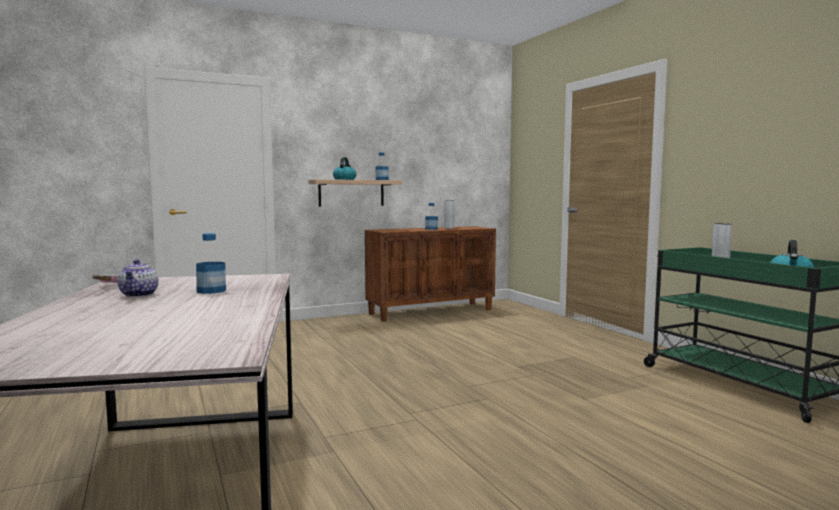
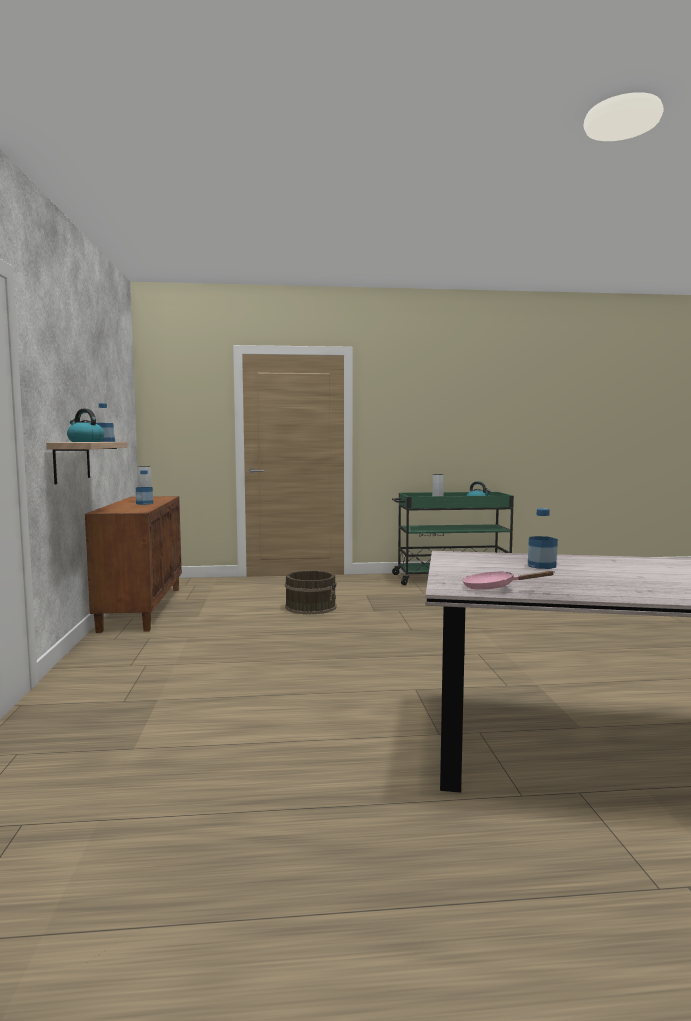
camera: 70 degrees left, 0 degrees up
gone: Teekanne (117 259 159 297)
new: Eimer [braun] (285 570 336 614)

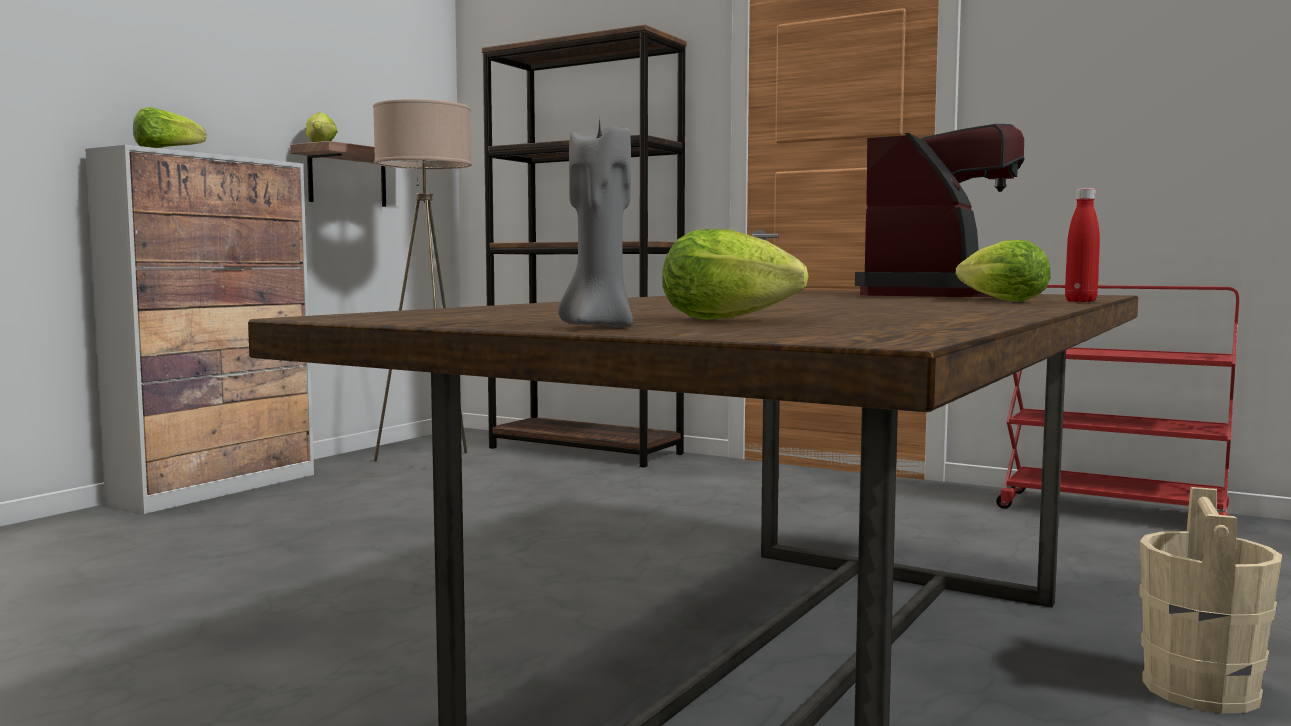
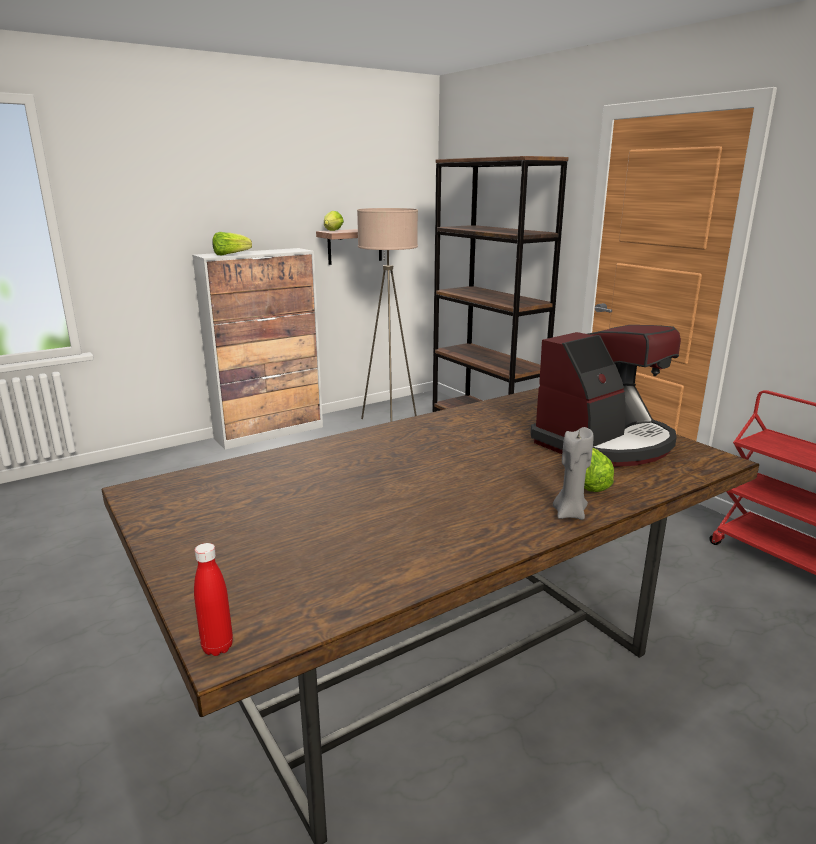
camera: 25 degrees right, 15 degrees up
gone: Salatkopf (662 229 809 320); Eimer [beige] (1139 487 1282 713)
shifted: Kerze [grau] (558 117 633 328) to (553 427 594 520); Flasche [rot] (1065 188 1100 302) to (194 543 233 656)

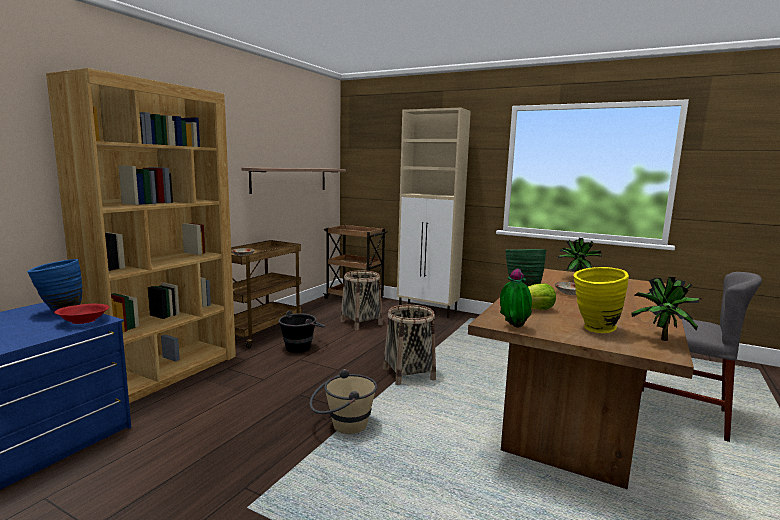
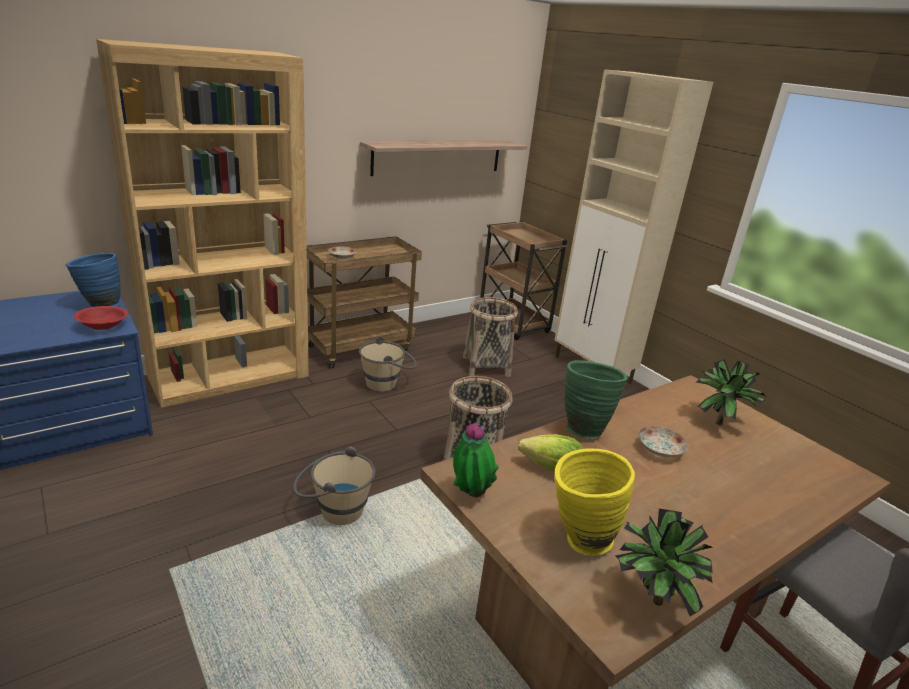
camera: 25 degrees right, 15 degrees up
repainted: Eimer [schwarz] (279 311 325 353) to Eimer [beige] (359 336 417 392)

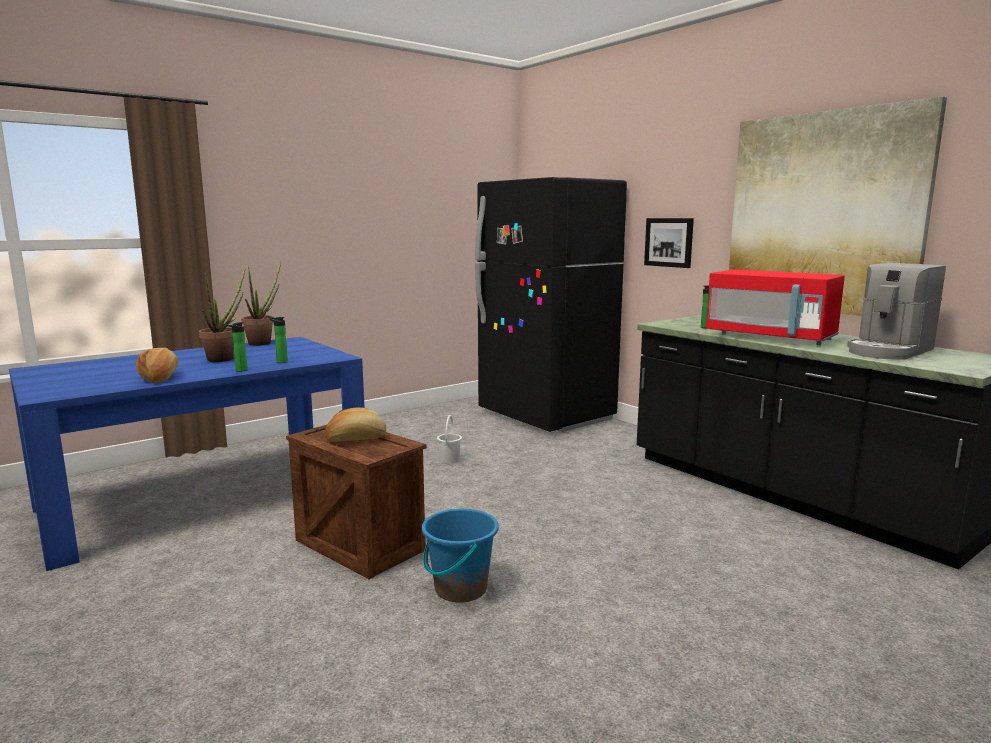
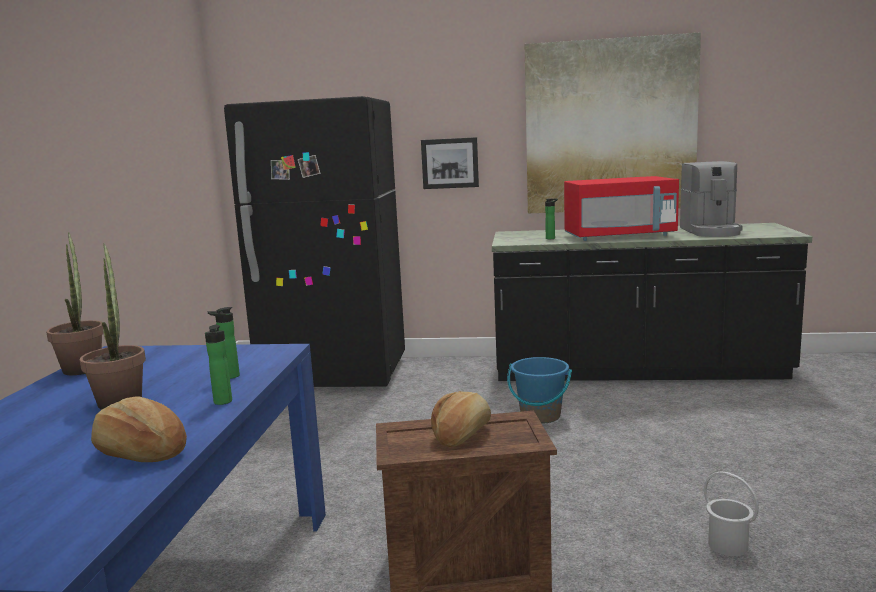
camera: 45 degrees left, 0 degrees up
shifted: Eimer [blau] (422 509 499 603) to (507 357 572 424); Eimer [weiß] (437 415 462 463) to (704 472 759 556)

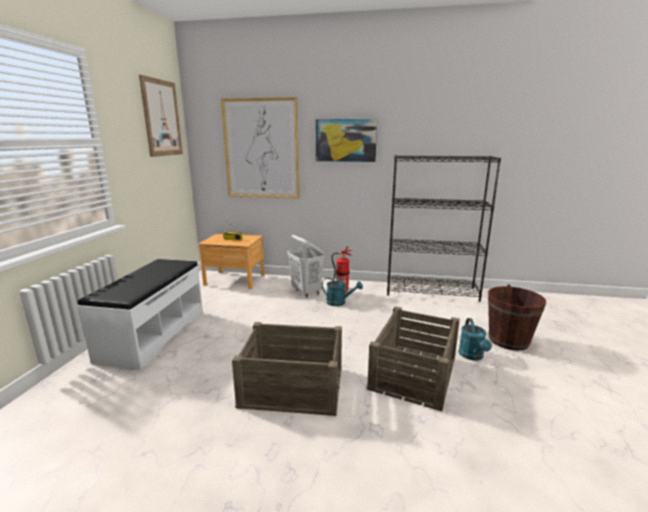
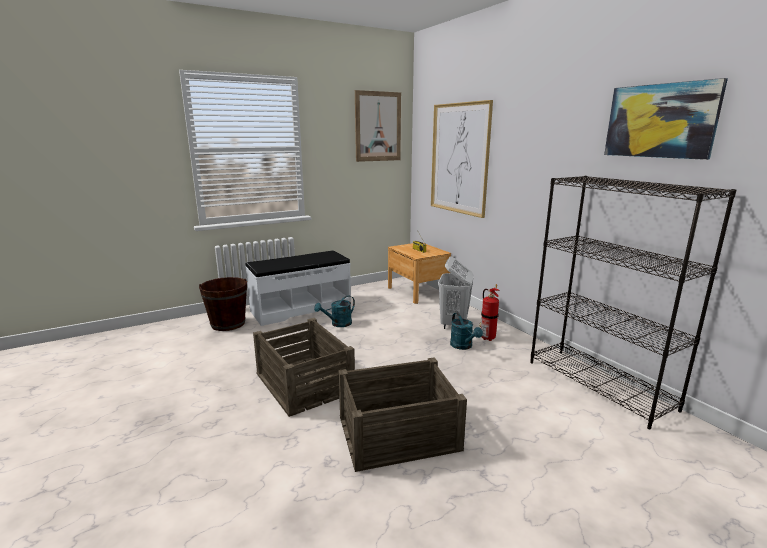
camera: 50 degrees right, 0 degrees up
shifted: Bild (316 119 377 162) to (604 78 728 160); Gießkanne [türkis] (458 318 492 361) to (314 295 355 327); Eimer [braun] (488 284 546 350) to (199 277 247 331)

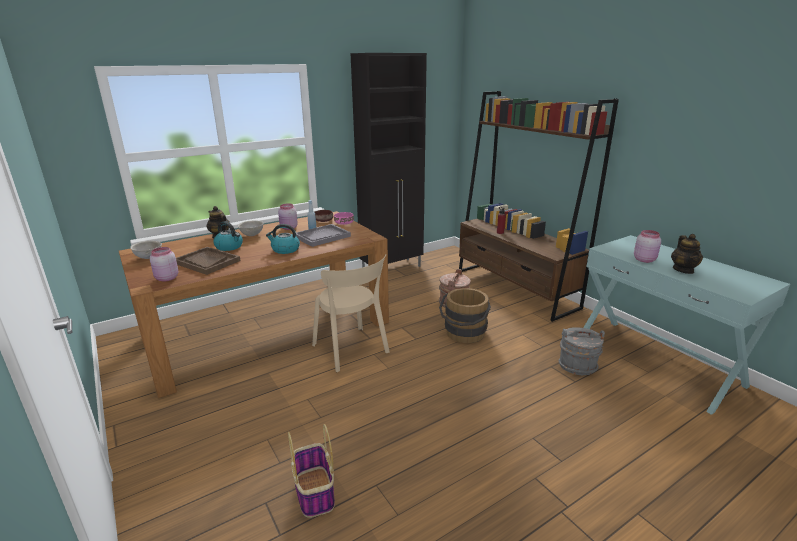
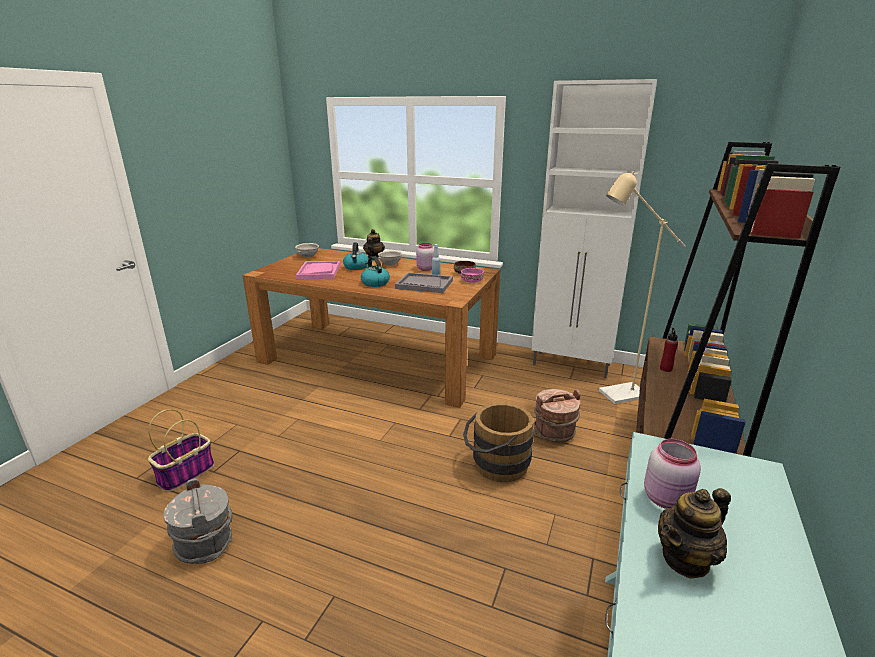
camera: 55 degrees right, 0 degrees up
gone: Vorratsglas [rosa] (150 247 178 282); Stuhl [beige] (312 254 390 372)
new: Stehlampe [beige] (599 171 685 404)
shifted: Eimer [grau] (559 327 605 375) to (163 478 232 564)
repainted: Tablett [braun] (176 247 240 275) to Tablett [rosa] (296 261 340 279); Schrank [schwarz] (350 53 427 268) to Schrank [weiß] (531 79 657 378)

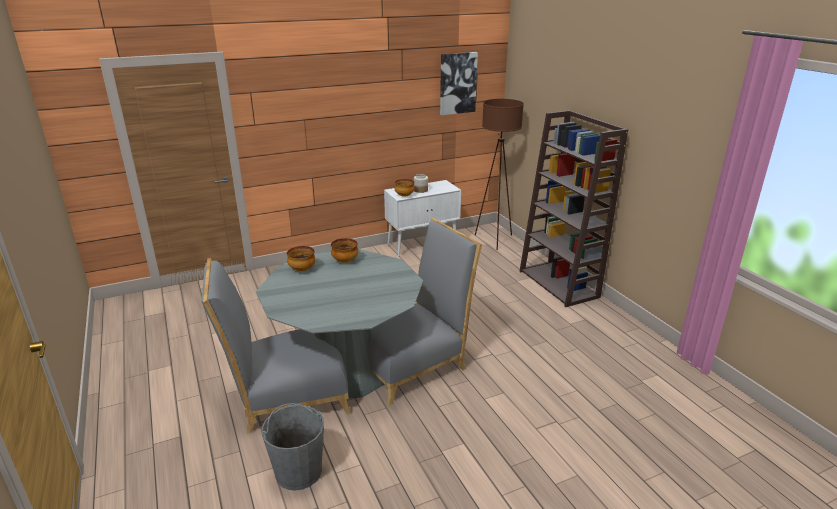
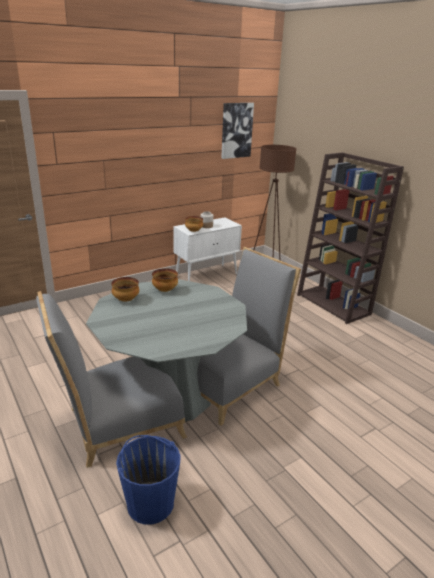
camera: 10 degrees left, 0 degrees up
repainted: Eimer [grau] (261 403 324 490) to Eimer [blau] (116 435 181 525)

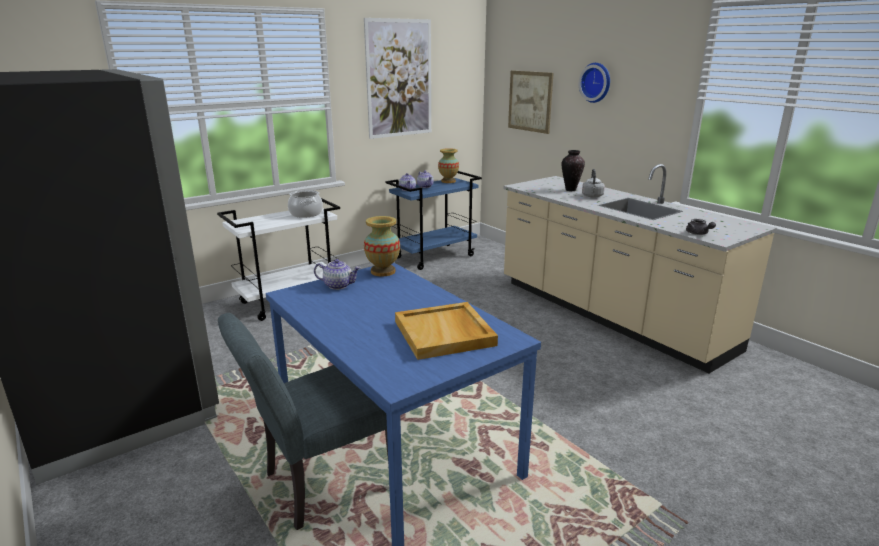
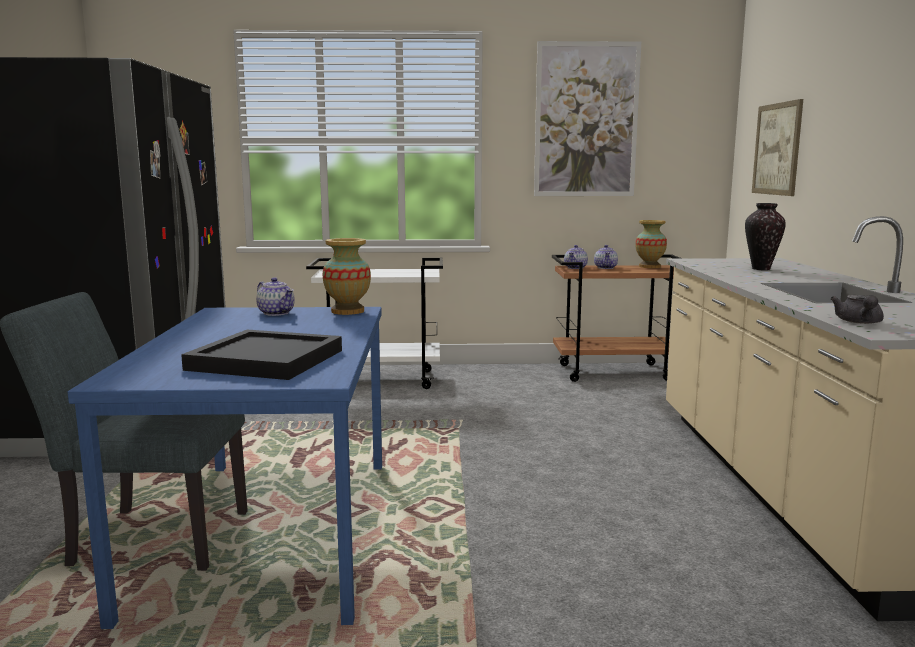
camera: 35 degrees right, 10 degrees down
gone: Kochtopf (288 190 323 218); Wanduhr (579 63 610 103); Wasserkessel [grau] (582 169 605 198)
repainted: Rollwagen [blau] (386 171 482 270) to Rollwagen [braun] (552 254 683 382); Tablett [beige] (395 302 498 360) to Tablett [schwarz] (181 330 342 380)

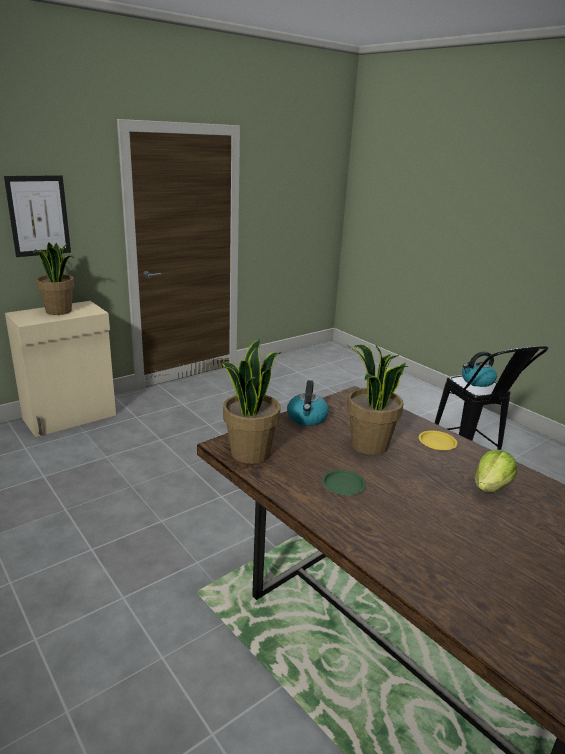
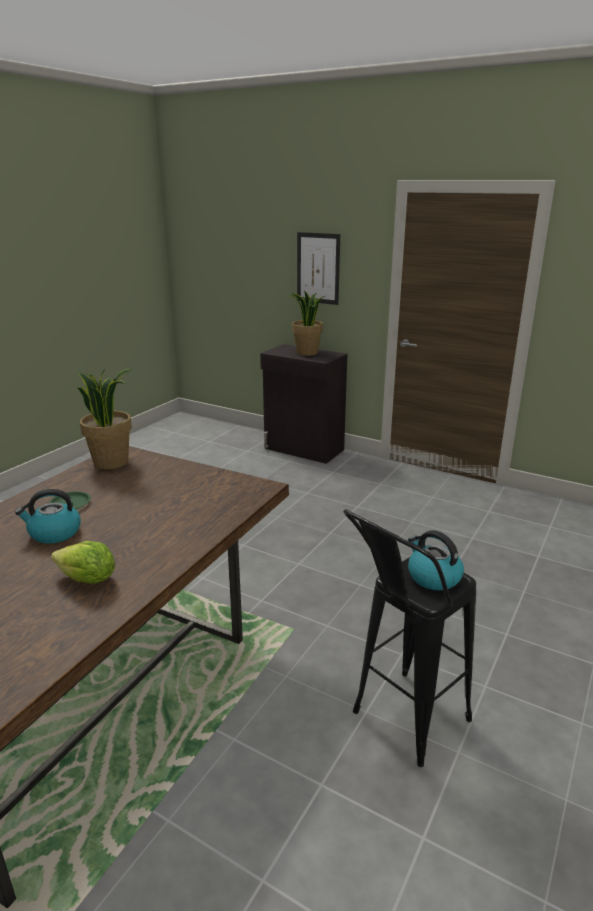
camera: 70 degrees right, 0 degrees up
gone: Topfpflanze (346 344 408 455); Teller [gelb] (419 430 458 451)
shifted: Wasserkessel (287 380 329 426) to (15 489 81 544)
repainted: Schrank [beige] (5 301 116 437) to Schrank [schwarz] (260 344 347 464)

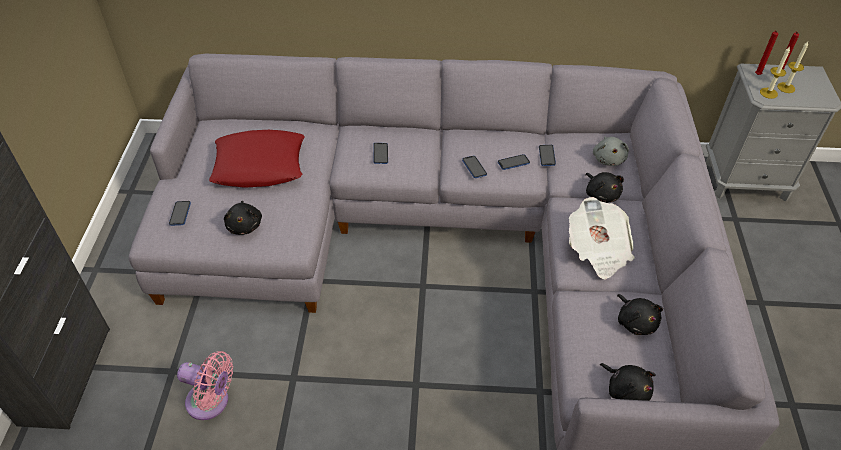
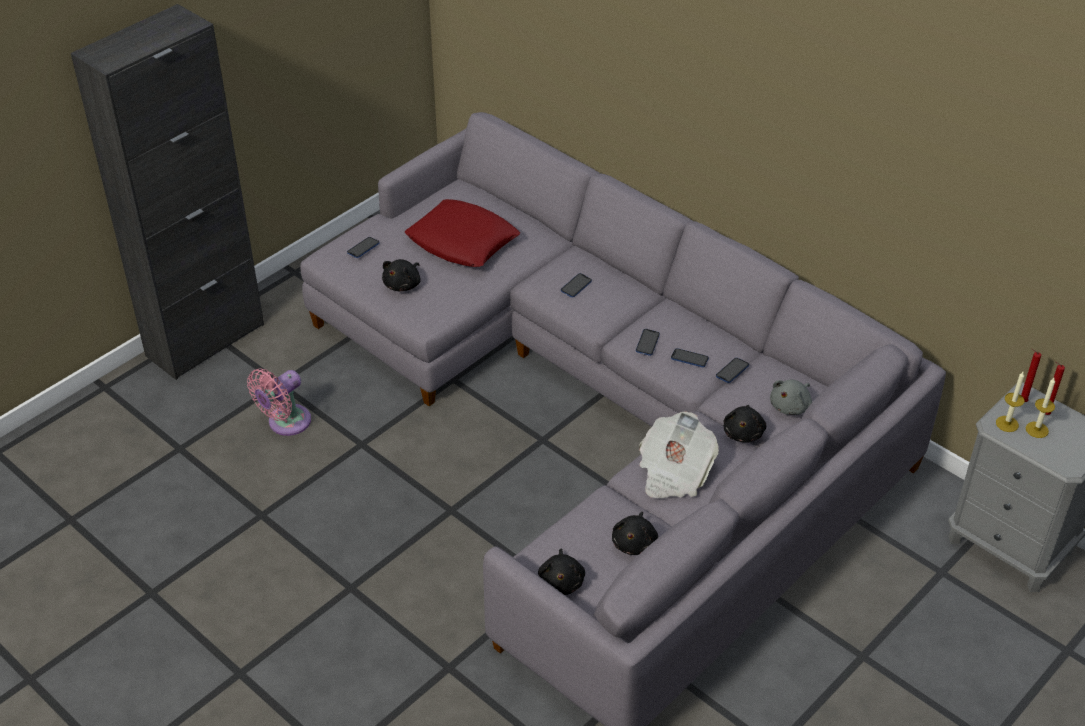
camera: 40 degrees right, 5 degrees down
rotated: Ventilator [rosa] (177 351 233 420) = (247 369 311 436) 75 degrees clockwise

